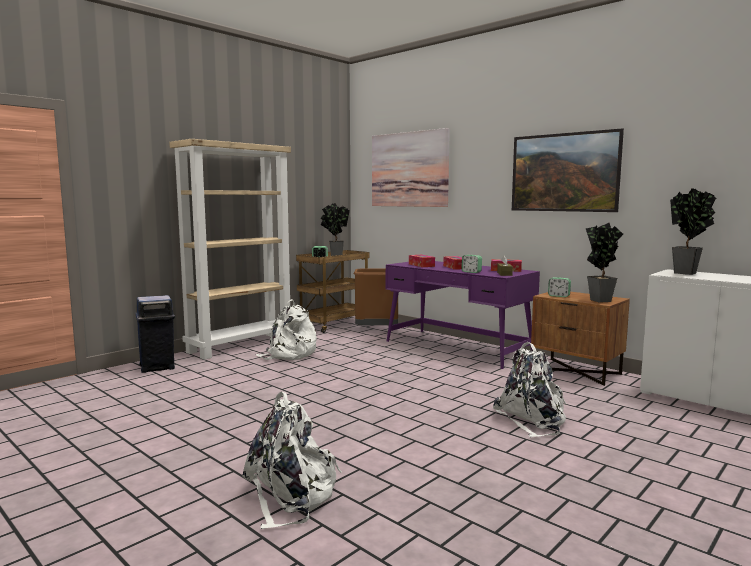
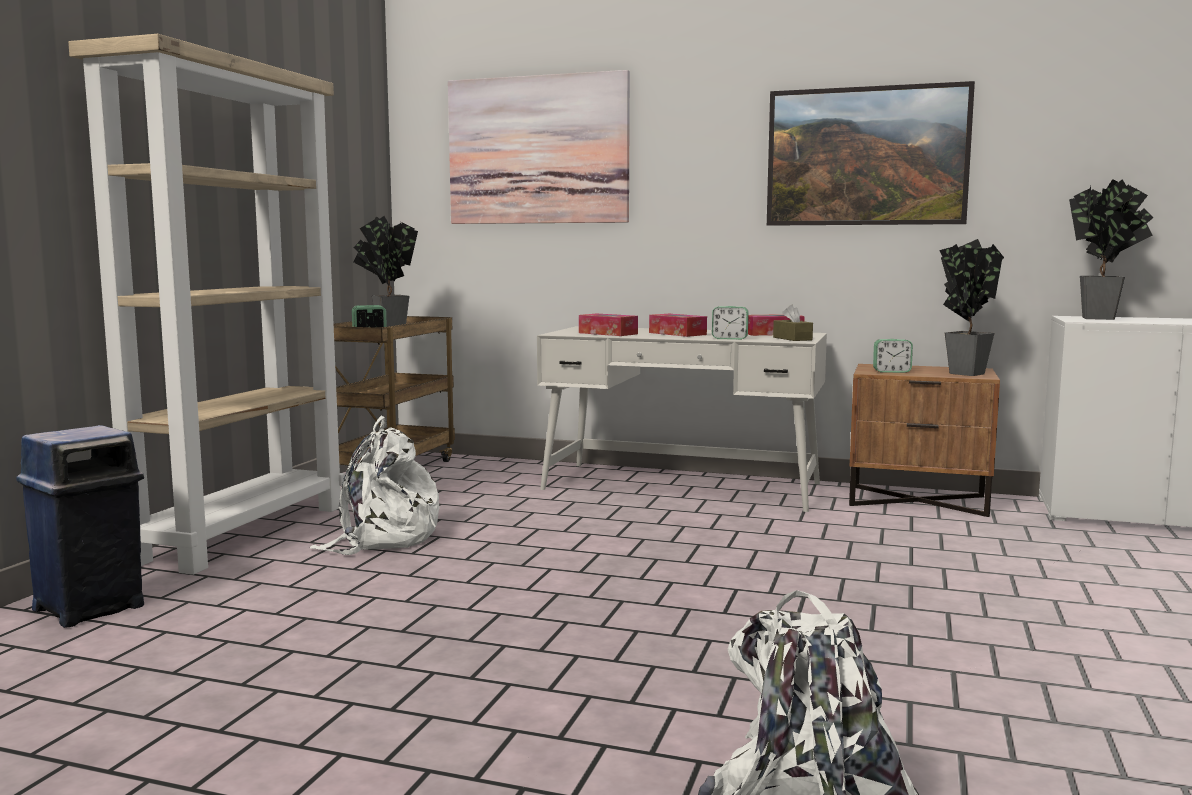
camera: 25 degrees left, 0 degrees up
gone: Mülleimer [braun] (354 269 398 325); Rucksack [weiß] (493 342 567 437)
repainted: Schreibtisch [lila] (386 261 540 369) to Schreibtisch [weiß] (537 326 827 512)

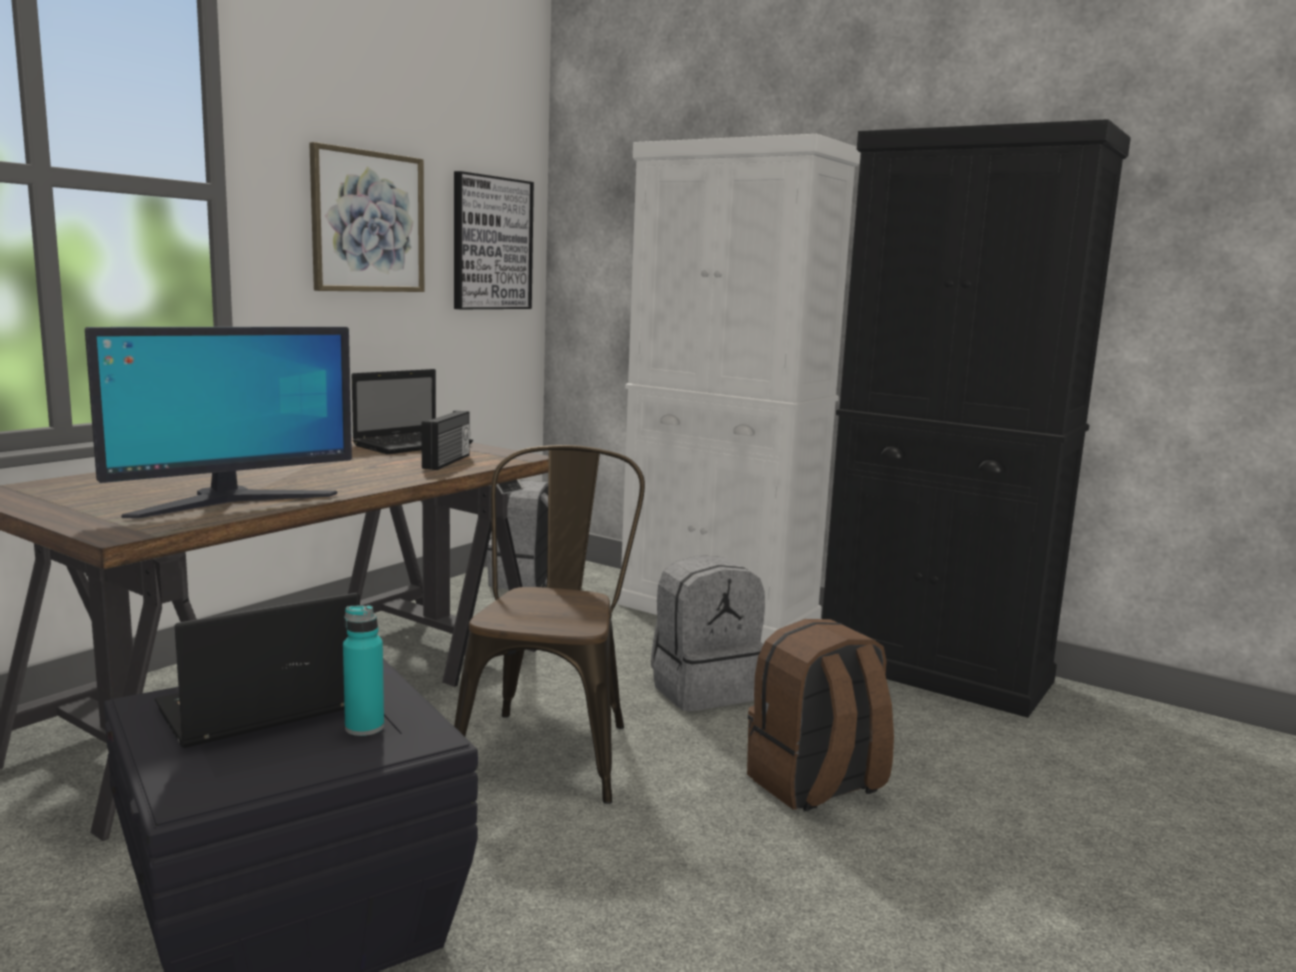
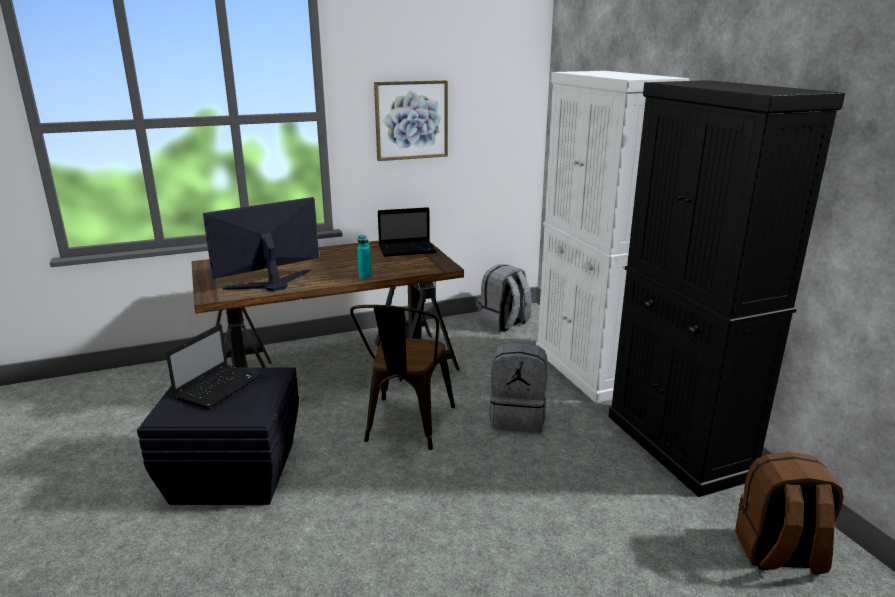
camera: 35 degrees right, 10 degrees up
gone: Radio (421 410 471 470); Bild (454 171 534 309)
shifted: Flasche [türkis] (343 605 384 736) to (357 235 372 279); Rucksack [braun] (747 619 894 811) to (735 452 844 574)
rotated: Monitor (85 327 352 519) = (203 197 319 291) 150 degrees clockwise; Laptop (155 593 360 748) = (166 324 261 409) 120 degrees clockwise; Stuhl [braun] (454 445 645 804) = (350 305 455 450) 150 degrees clockwise

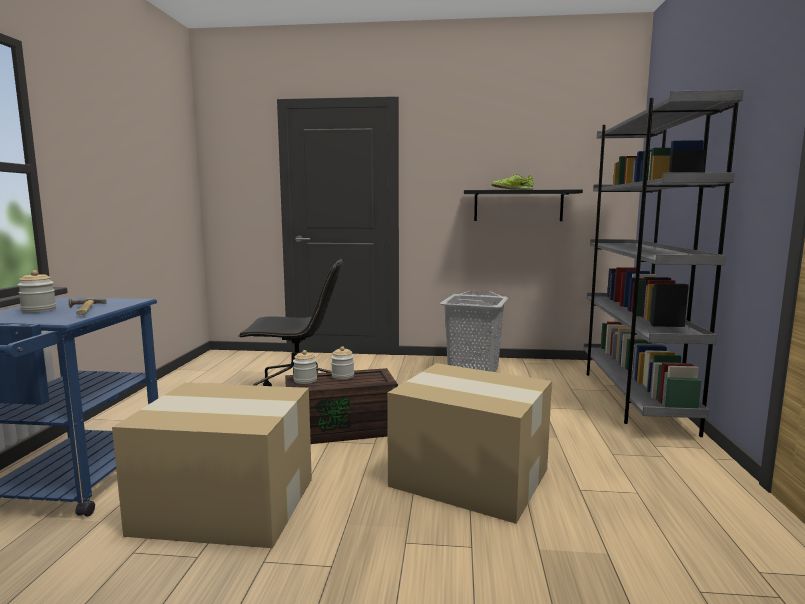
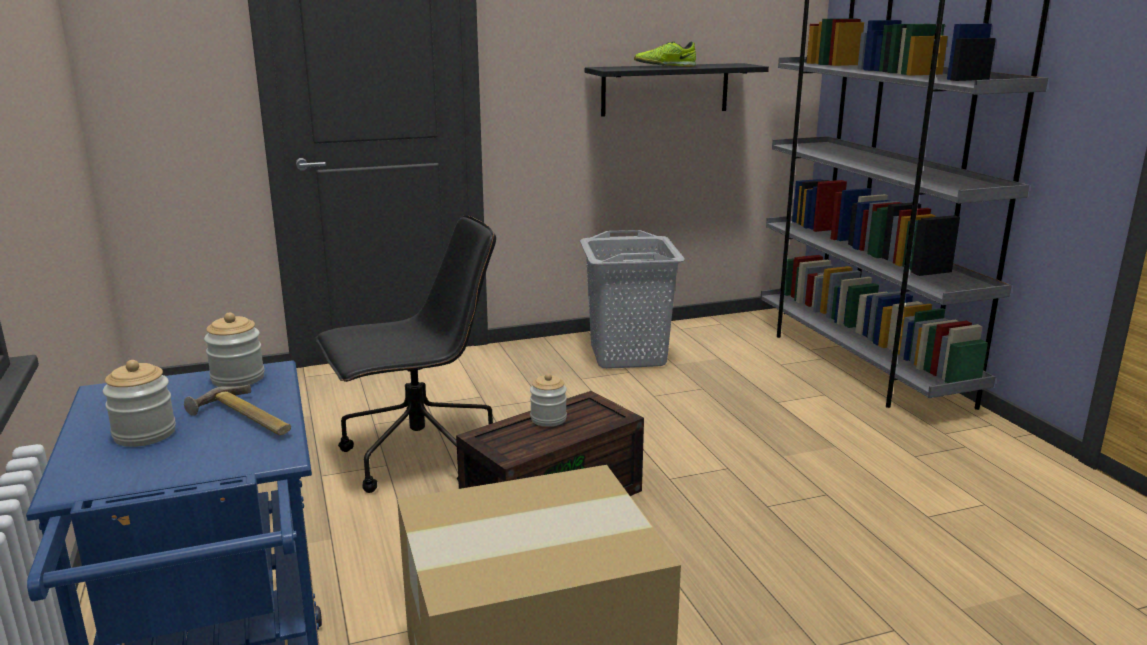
camera: 25 degrees left, 10 degrees up
gone: Karton (387 363 552 524)
shifted: Vorratsglas (293 350 317 384) to (204 313 264 387)

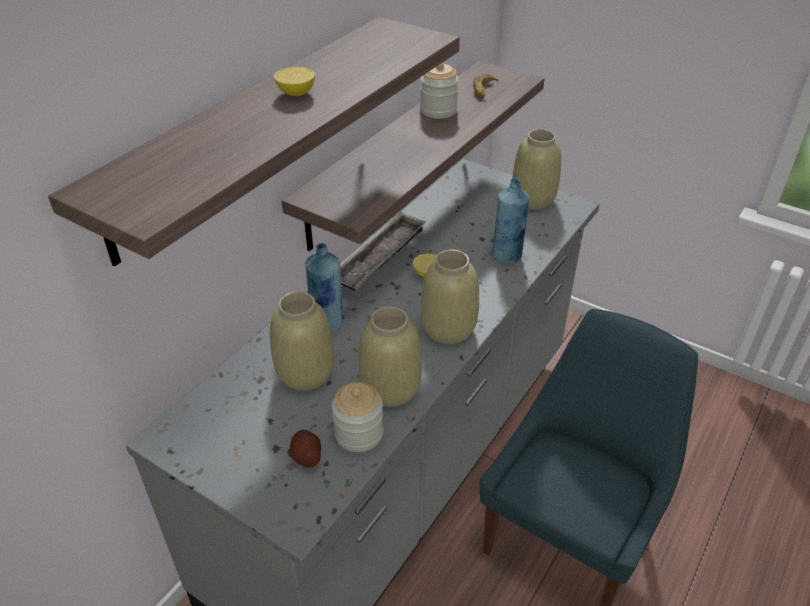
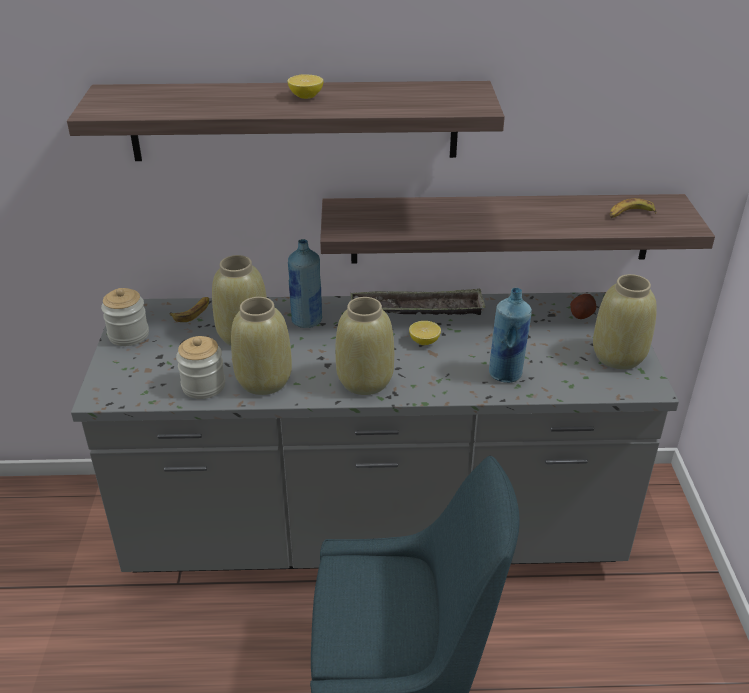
camera: 55 degrees right, 5 degrees down
new: Banane (169 297 209 322)
shifted: Kartoffel (289 430 321 467) to (570 294 596 319); Vorratsglas (420 62 459 119) to (101 288 149 346)

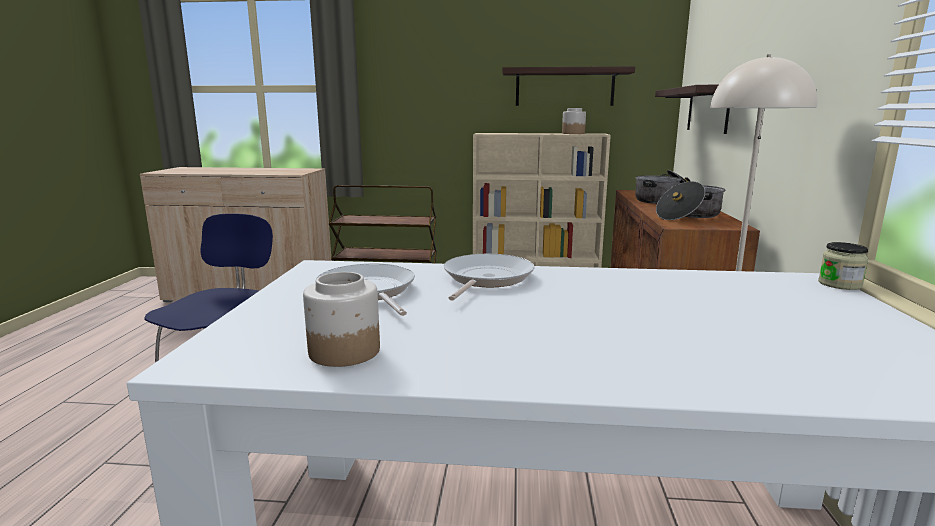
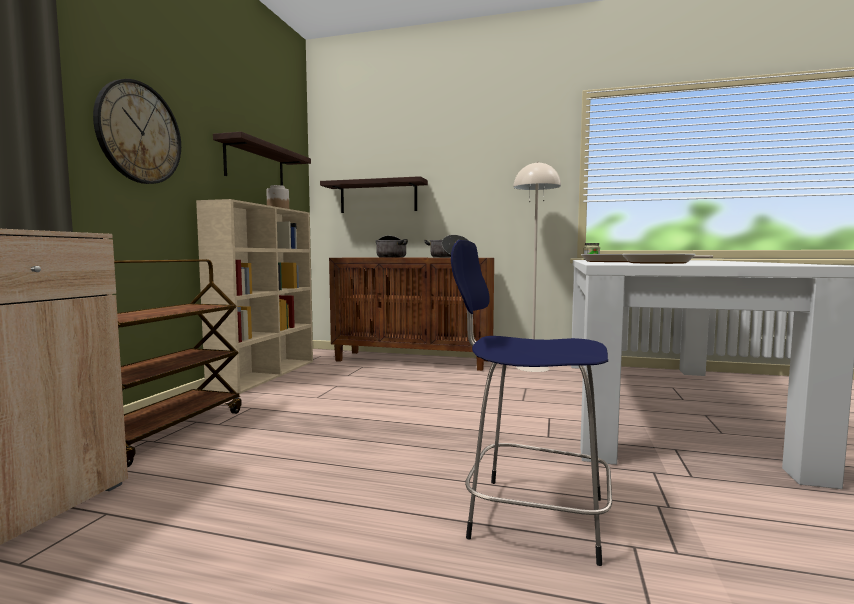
camera: 80 degrees left, 10 degrees down
gone: Vorratsglas (303 272 380 367)
new: Wanduhr (93 79 181 184)

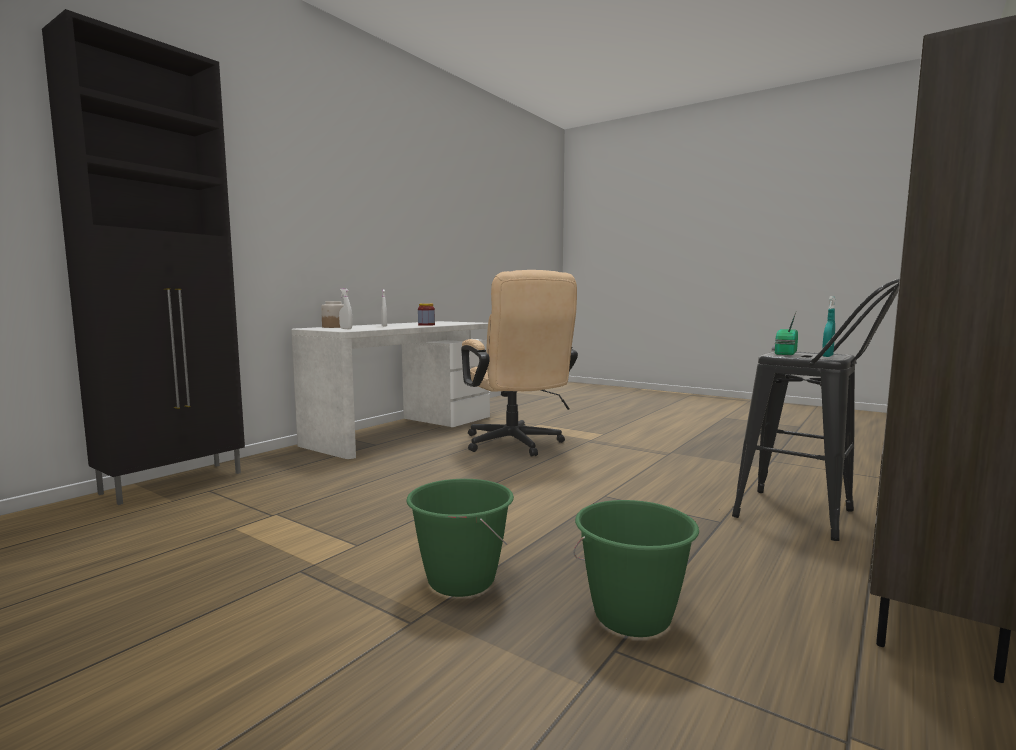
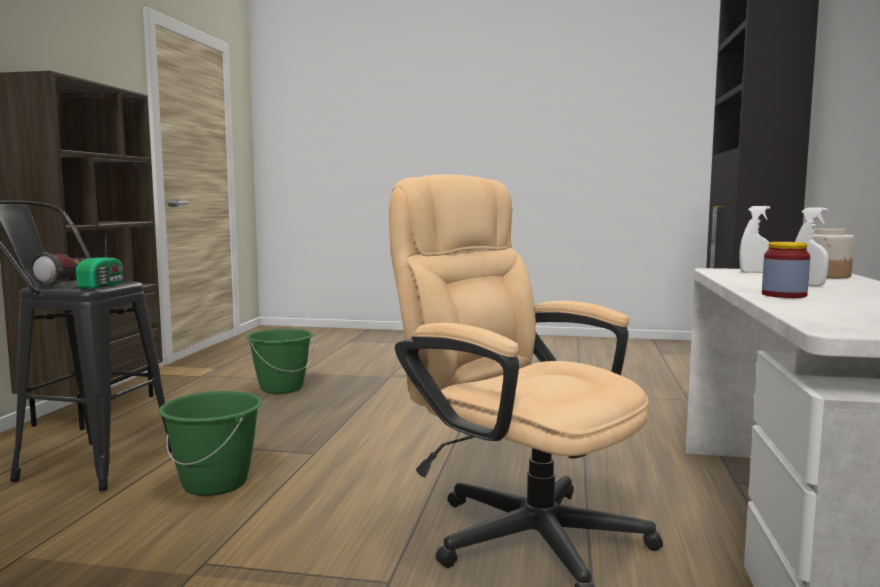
camera: 155 degrees right, 0 degrees up
shifted: Eimer [grün] (406 479 514 597) to (159 391 262 496)
swapped: Sprühflasche [türkis] (822 296 835 357) to Taschenlampe (30 252 90 287)

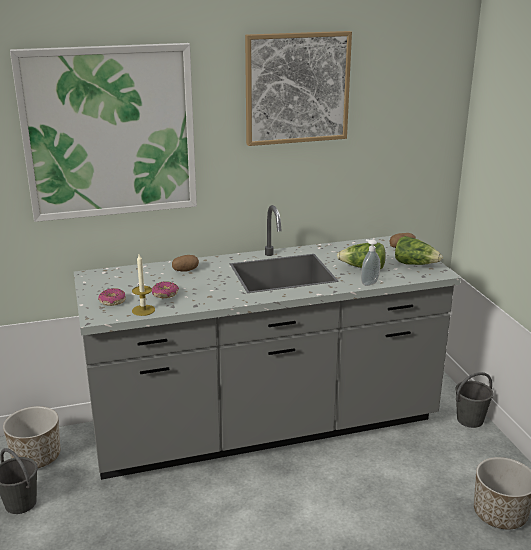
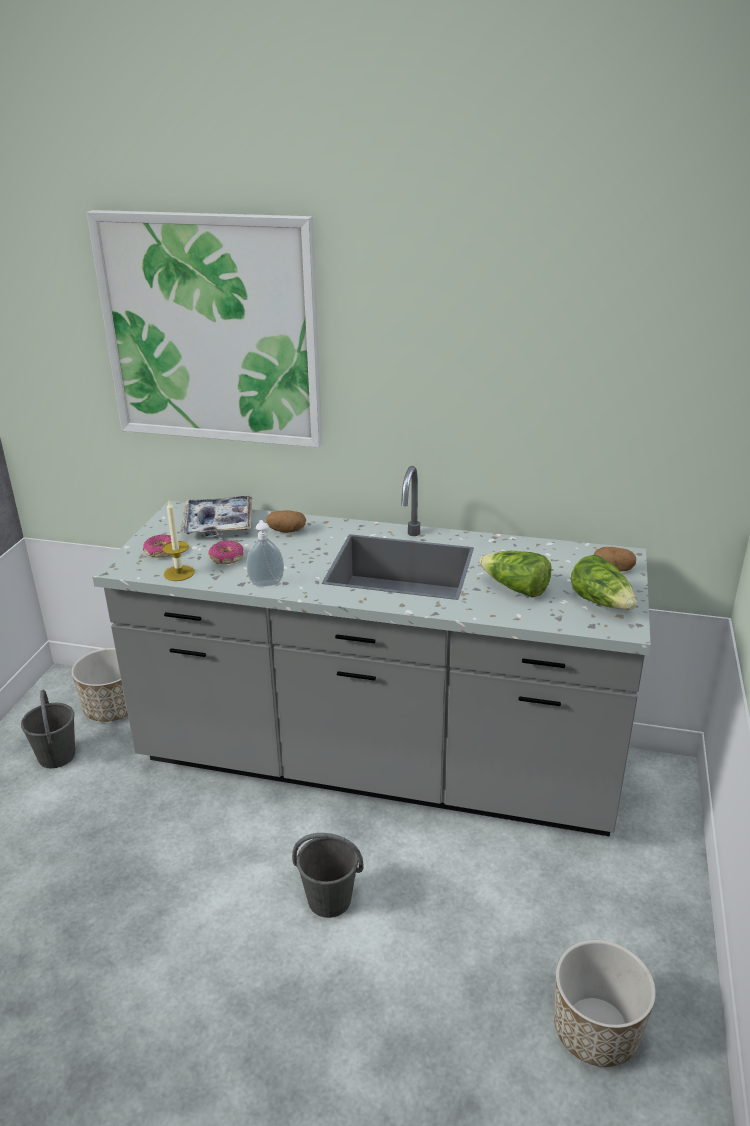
camera: 30 degrees right, 5 degrees up
gone: Bild (245 31 352 146)
new: Tablett (180 496 252 536)
shifted: Seifenspender (361 239 380 286) to (247 520 284 587); Eimer [grau] (455 372 493 428) to (292 833 363 918)

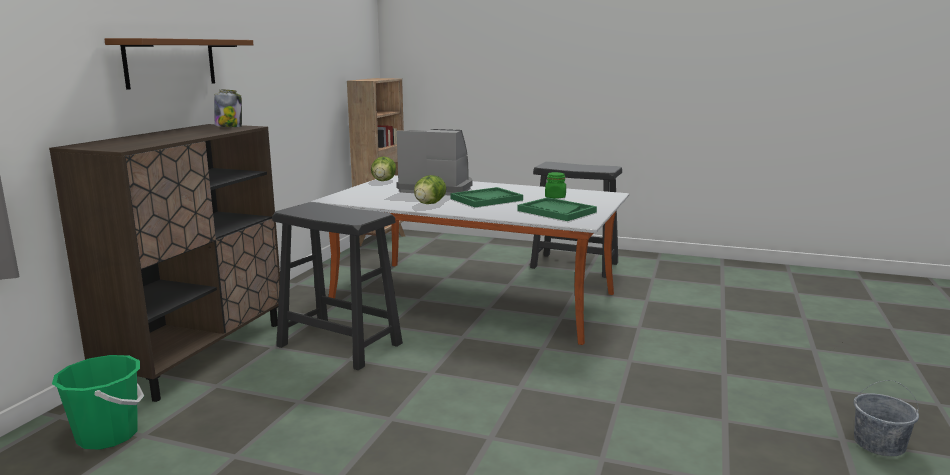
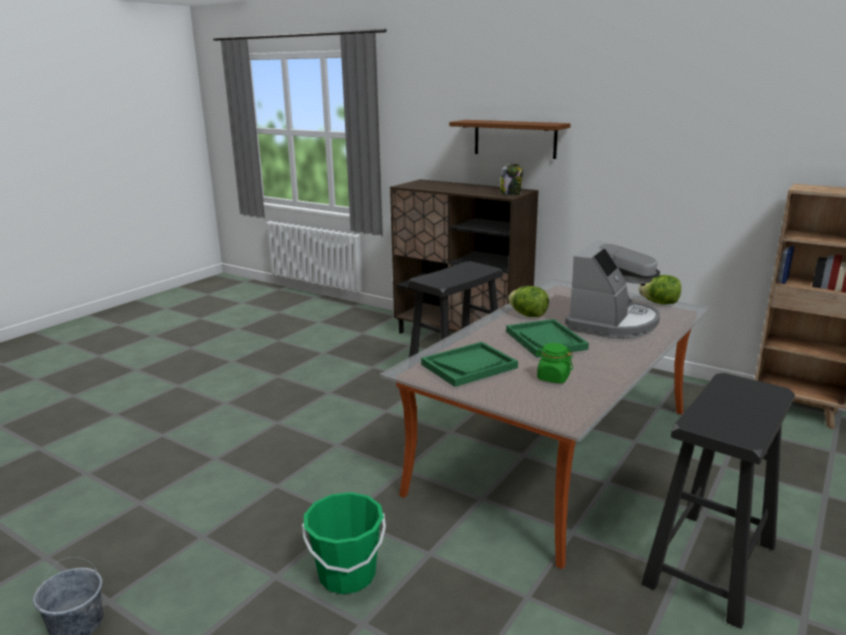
camera: 105 degrees right, 5 degrees up
shifted: Eimer [grün] (52 355 144 450) to (302 492 386 594)

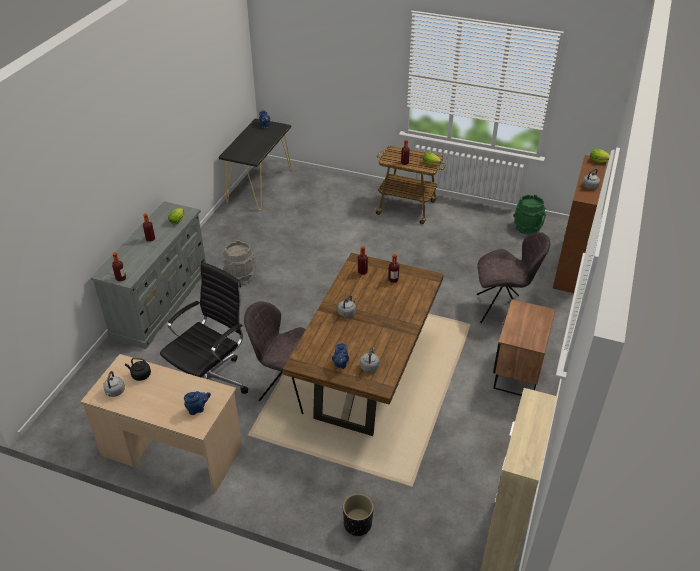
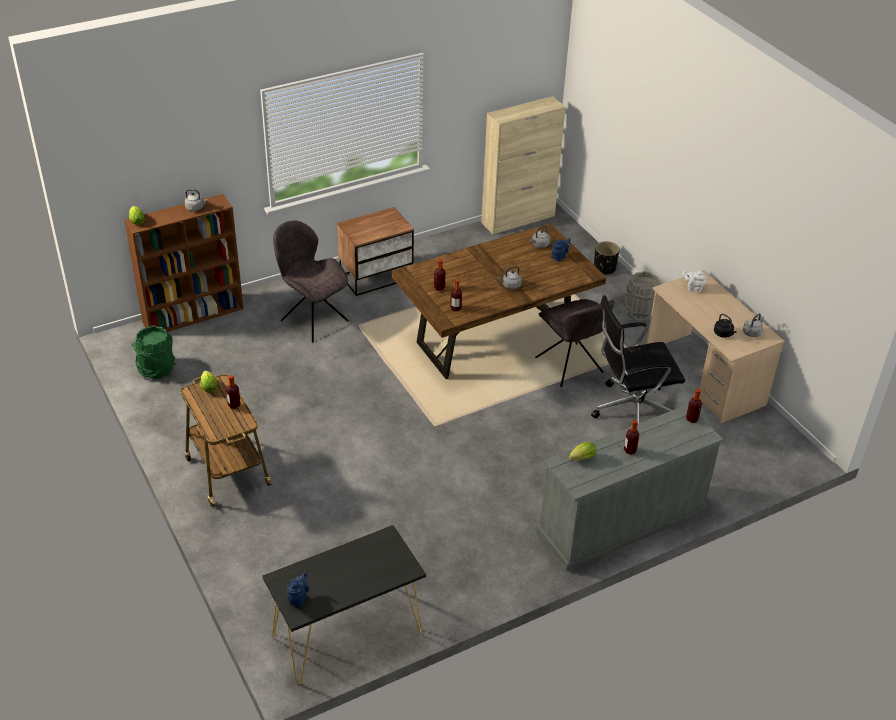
camera: 140 degrees left, 0 degrees up
shifted: Eimer [grau] (223 241 256 284) to (623 271 660 321)
repainted: Teekanne [blau] (184 391 211 415) to Teekanne [weiß] (682 270 706 293)

